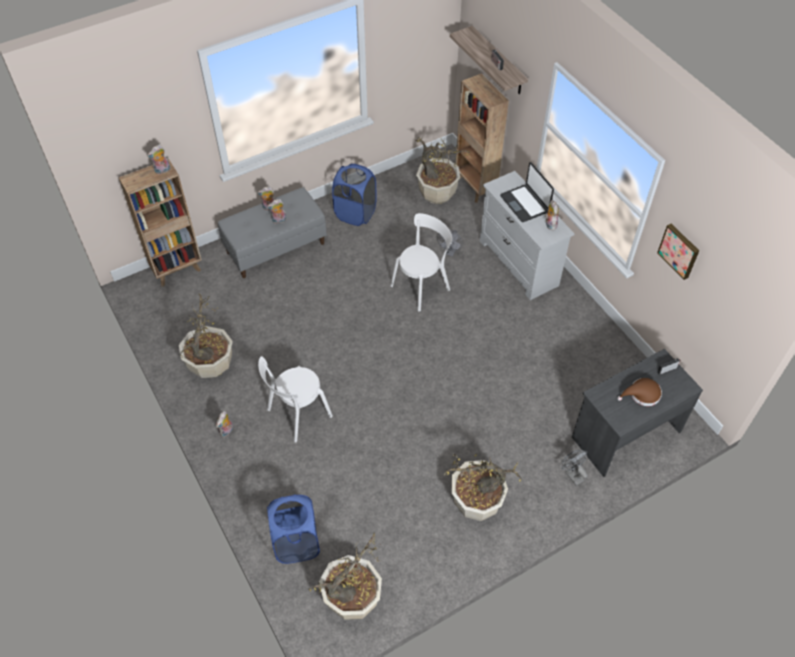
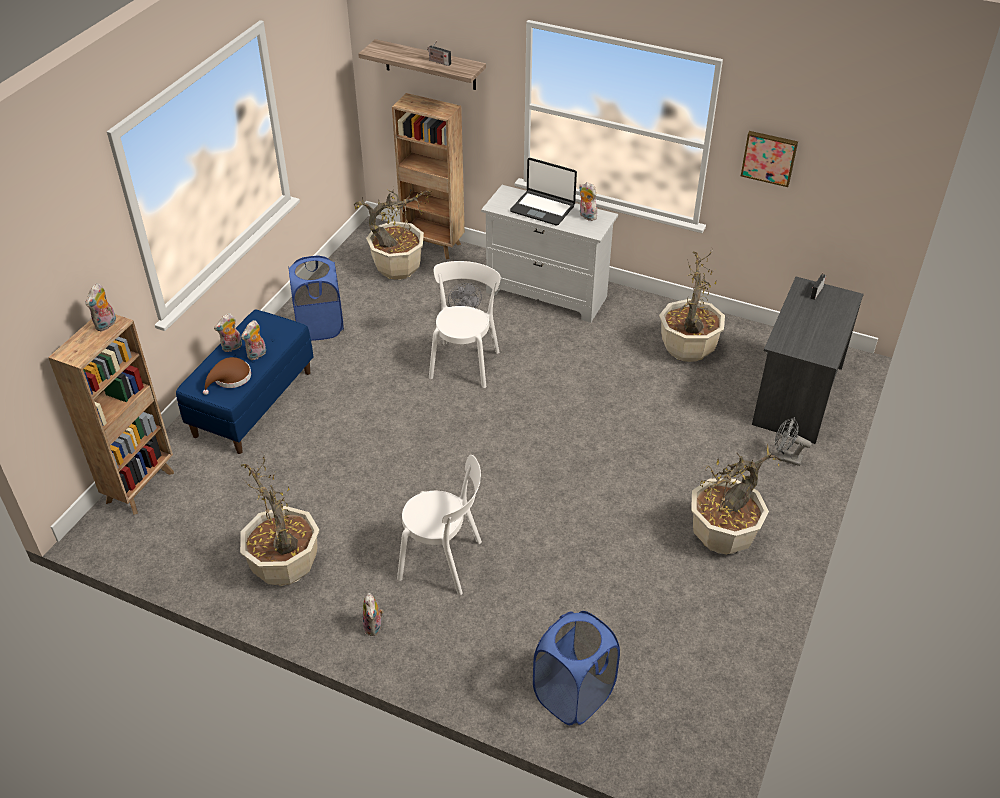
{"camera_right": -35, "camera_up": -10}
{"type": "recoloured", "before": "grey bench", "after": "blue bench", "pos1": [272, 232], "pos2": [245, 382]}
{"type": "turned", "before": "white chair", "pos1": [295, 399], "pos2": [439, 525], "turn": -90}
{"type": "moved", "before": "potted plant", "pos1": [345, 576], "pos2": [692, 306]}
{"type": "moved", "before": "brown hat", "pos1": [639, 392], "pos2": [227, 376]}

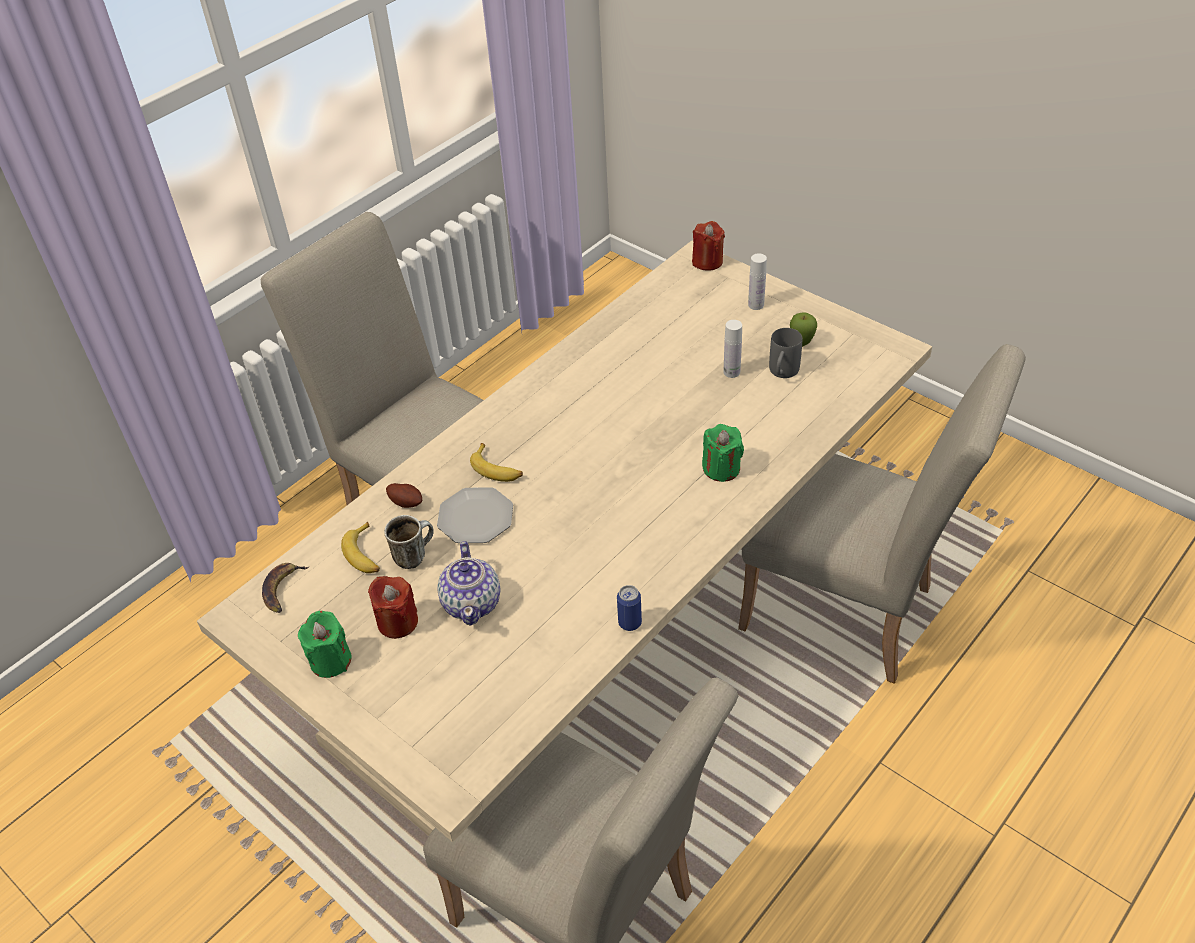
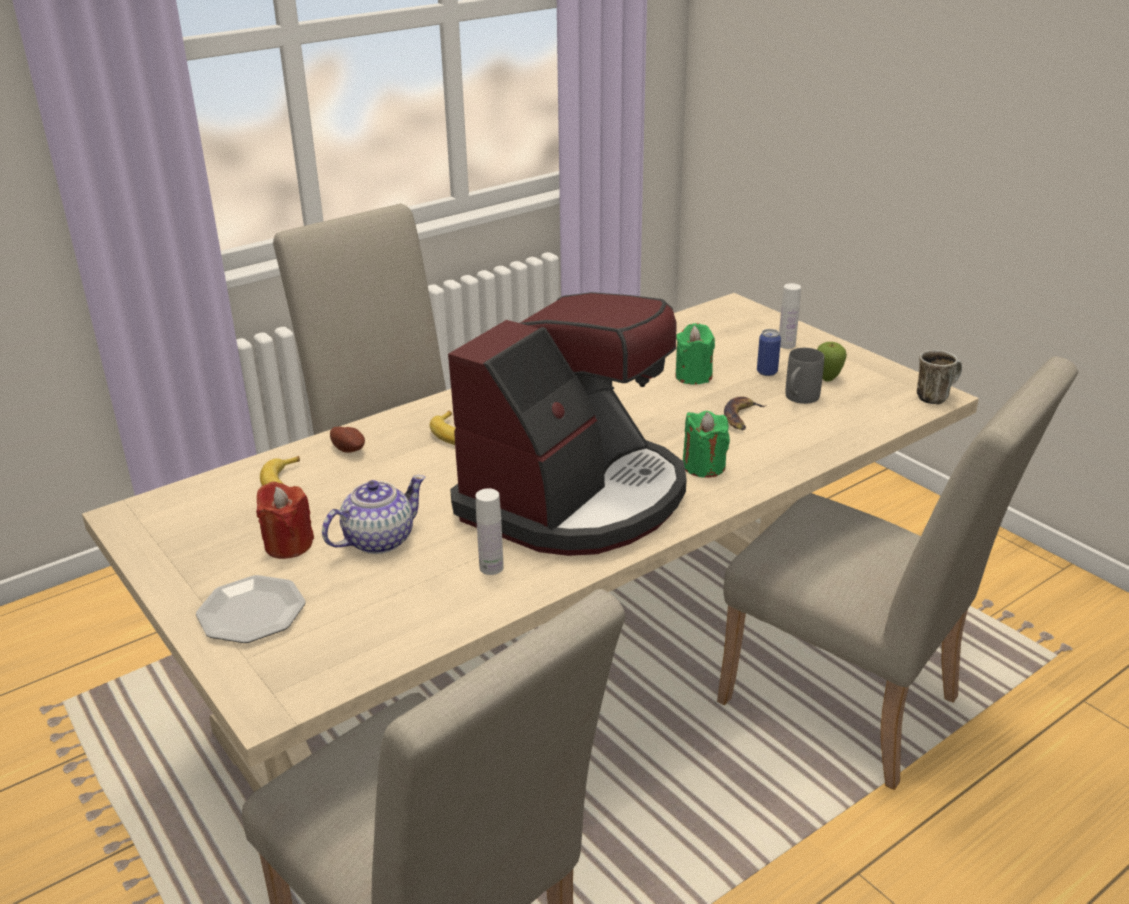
{"camera_right": 10, "camera_up": -15}
{"type": "moved", "before": "banana", "pos1": [285, 588], "pos2": [745, 413]}
{"type": "moved", "before": "green candle", "pos1": [325, 644], "pos2": [695, 354]}
{"type": "moved", "before": "mug", "pos1": [409, 542], "pos2": [939, 377]}
{"type": "moved", "before": "plate", "pos1": [475, 515], "pos2": [250, 609]}
{"type": "turned", "before": "teapot", "pos1": [468, 583], "pos2": [374, 514], "turn": -135}
{"type": "moved", "before": "can", "pos1": [629, 608], "pos2": [769, 352]}
{"type": "removed", "before": "red candle", "pos1": [708, 246]}
{"type": "moved", "before": "white bottle", "pos1": [732, 349], "pos2": [490, 531]}
{"type": "added", "after": "coffee machine", "pos2": [567, 424]}

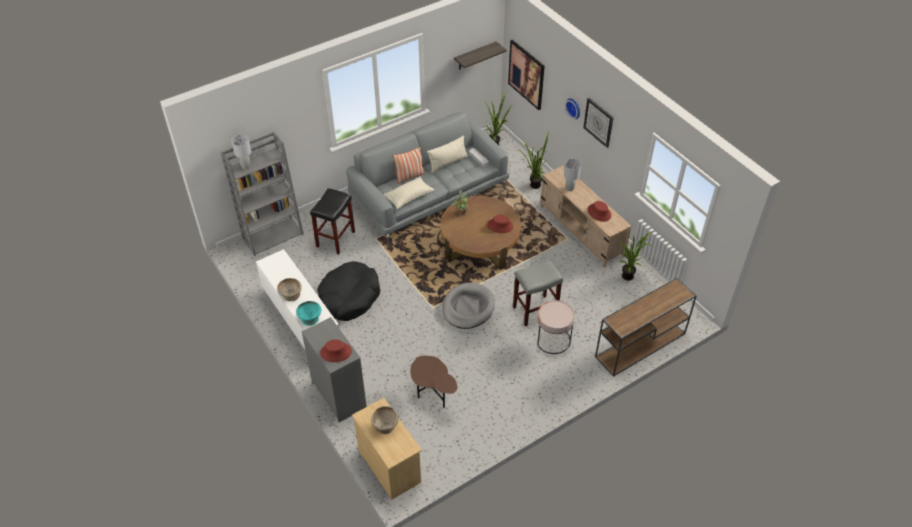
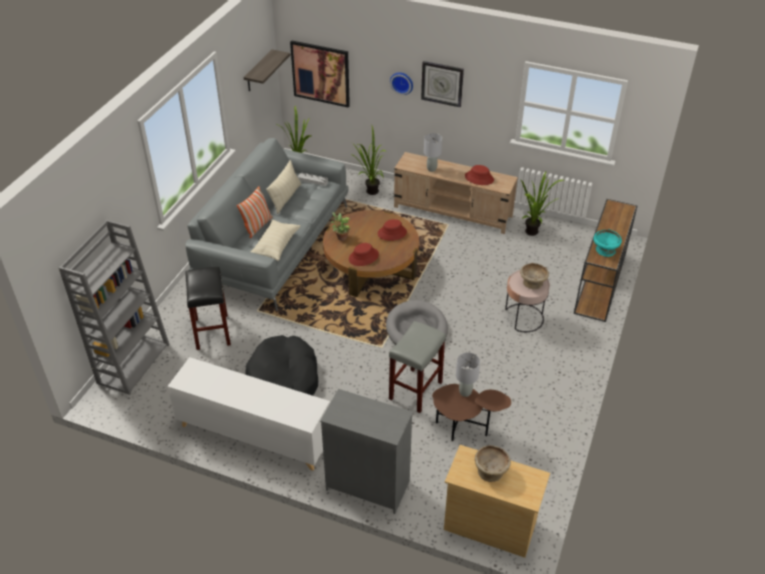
{"camera_right": -35, "camera_up": -5}
{"type": "moved", "before": "grey table lamp", "pos1": [241, 152], "pos2": [468, 374]}
{"type": "moved", "before": "beige bowl", "pos1": [289, 289], "pos2": [534, 276]}
{"type": "moved", "before": "turquoise bowl", "pos1": [308, 313], "pos2": [607, 243]}
{"type": "moved", "before": "red hat", "pos1": [336, 350], "pos2": [364, 254]}
{"type": "moved", "before": "grey stool", "pos1": [538, 293], "pos2": [417, 367]}

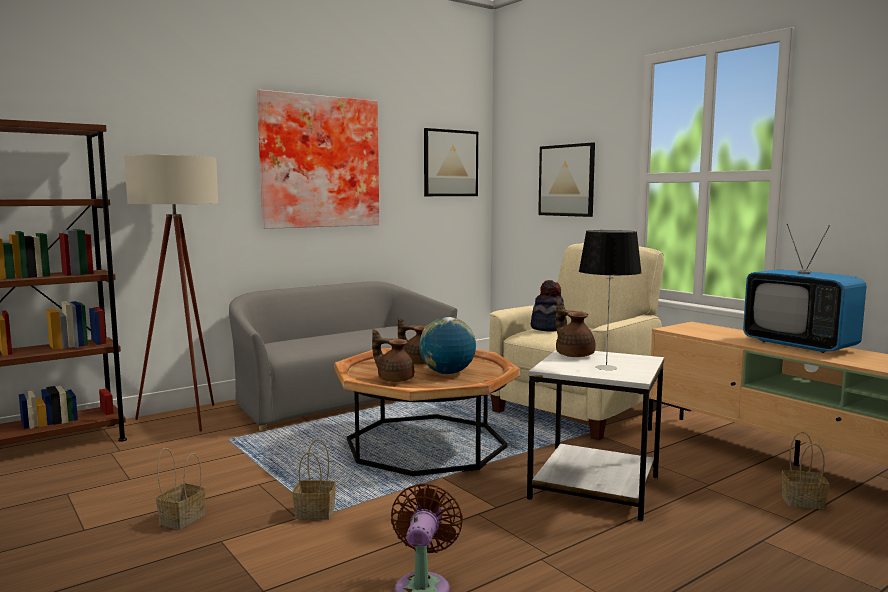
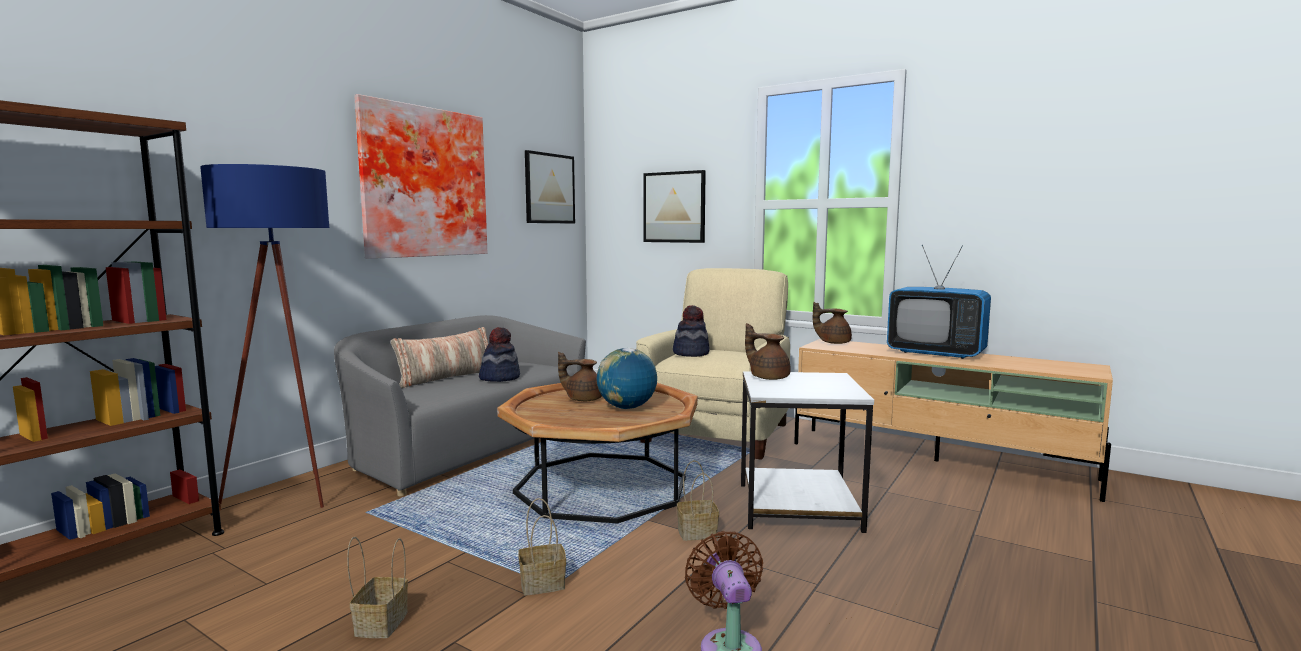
{"camera_right": -20, "camera_up": 0}
{"type": "recoloured", "before": "beige floor lamp", "after": "blue floor lamp", "pos1": [171, 293], "pos2": [264, 336]}
{"type": "moved", "before": "brown teapot", "pos1": [393, 355], "pos2": [832, 323]}
{"type": "removed", "before": "table lamp", "pos1": [610, 300]}
{"type": "moved", "before": "basket", "pos1": [805, 470], "pos2": [698, 500]}
{"type": "added", "after": "pillow", "pos2": [439, 357]}
{"type": "added", "after": "hat", "pos2": [499, 354]}

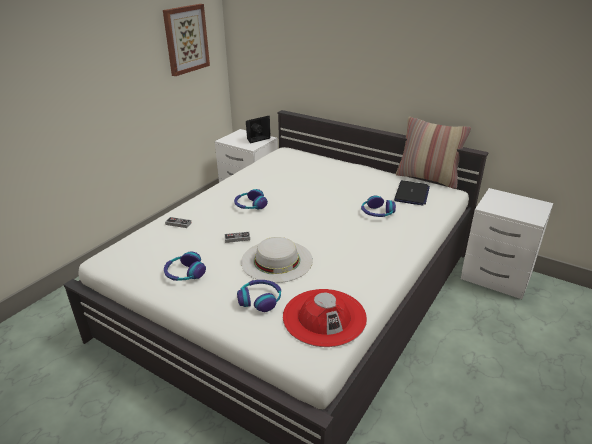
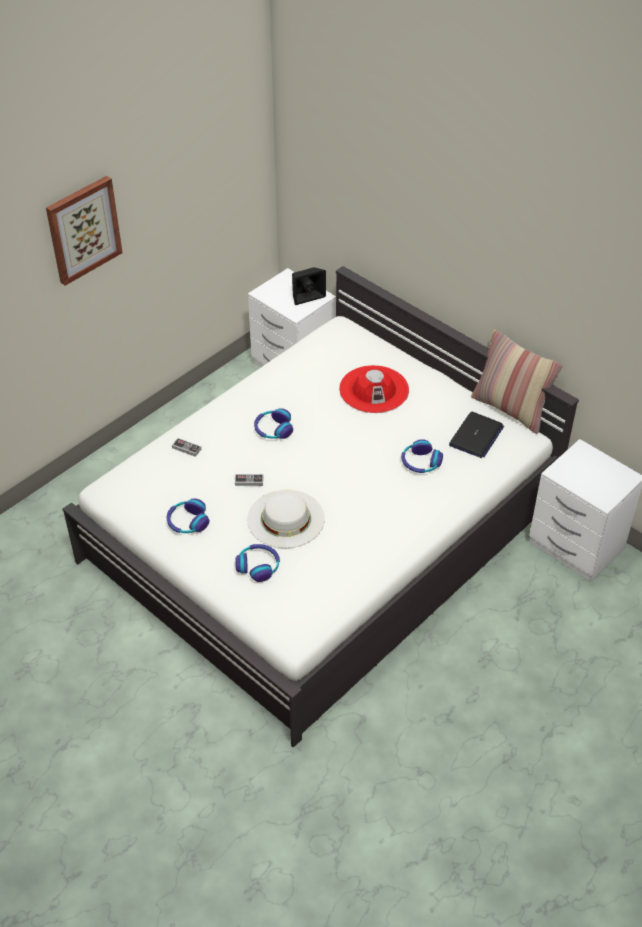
{"camera_right": 10, "camera_up": 15}
{"type": "moved", "before": "picture", "pos1": [186, 40], "pos2": [84, 231]}
{"type": "moved", "before": "red hat", "pos1": [325, 318], "pos2": [374, 389]}

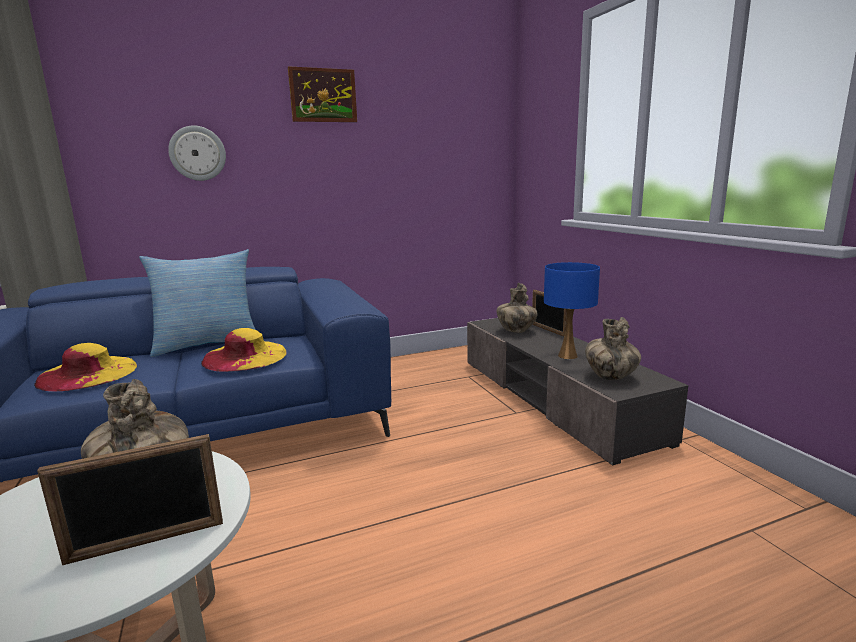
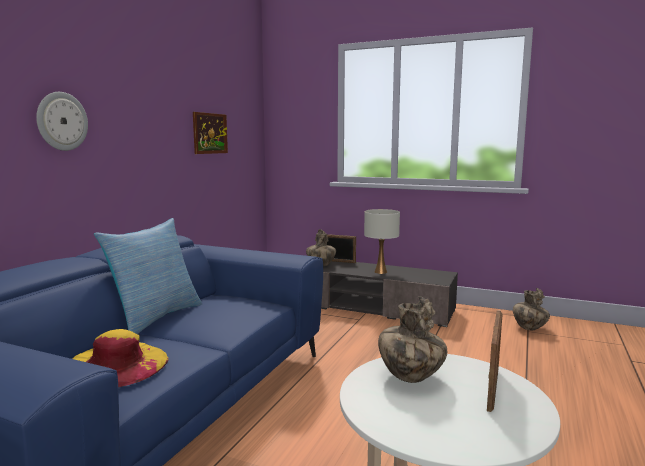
{"camera_right": -45, "camera_up": -5}
{"type": "removed", "before": "yellow hat", "pos1": [244, 350]}
{"type": "moved", "before": "picture", "pos1": [322, 94], "pos2": [210, 133]}
{"type": "recoloured", "before": "blue table lamp", "after": "white table lamp", "pos1": [572, 310], "pos2": [382, 241]}
{"type": "moved", "before": "vase", "pos1": [613, 348], "pos2": [531, 309]}

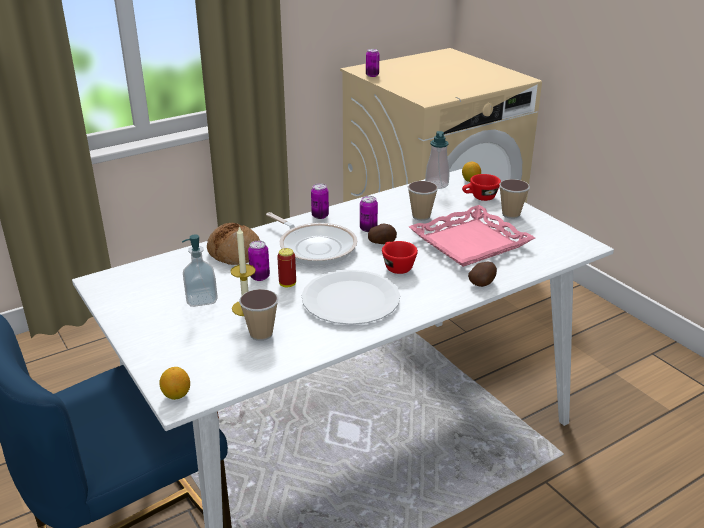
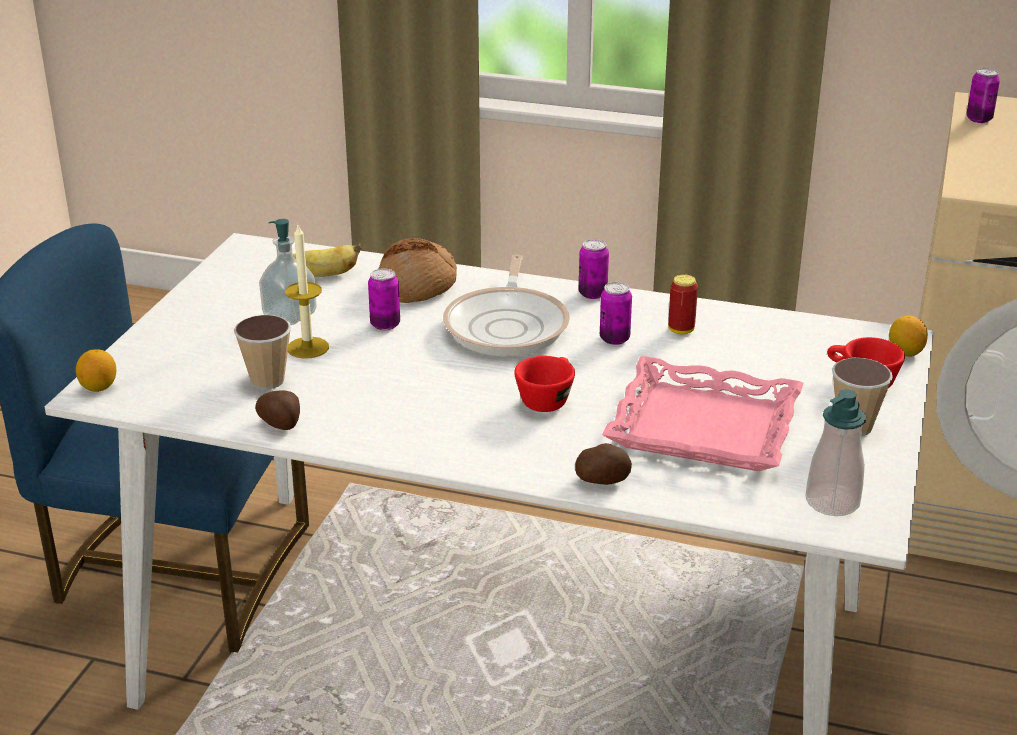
{"camera_right": 50, "camera_up": 0}
{"type": "moved", "before": "can", "pos1": [286, 267], "pos2": [683, 304]}
{"type": "removed", "before": "white plate", "pos1": [351, 297]}
{"type": "moved", "before": "potato", "pos1": [382, 234], "pos2": [277, 410]}
{"type": "removed", "before": "cup", "pos1": [423, 201]}
{"type": "moved", "before": "soap dispenser", "pos1": [437, 160], "pos2": [835, 452]}
{"type": "added", "after": "banana", "pos2": [327, 260]}

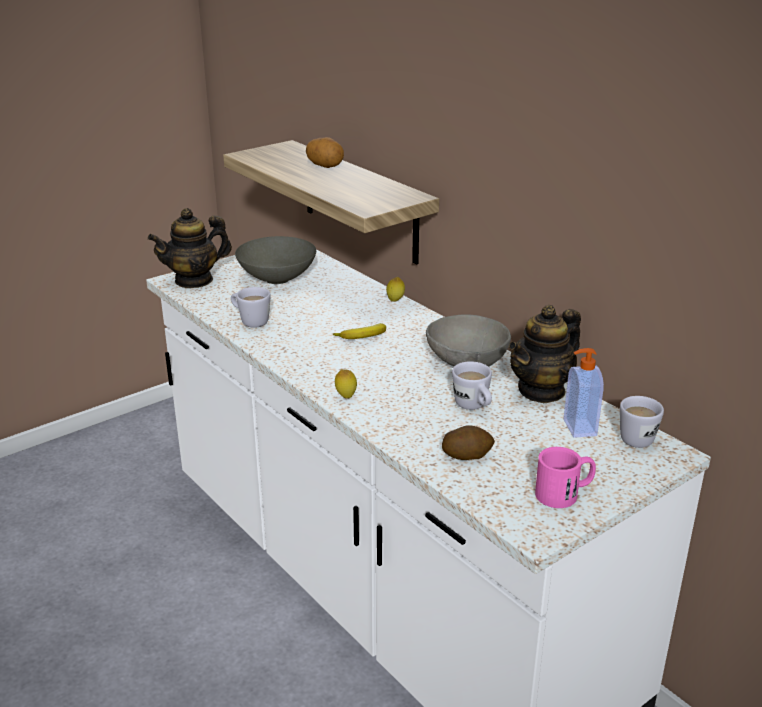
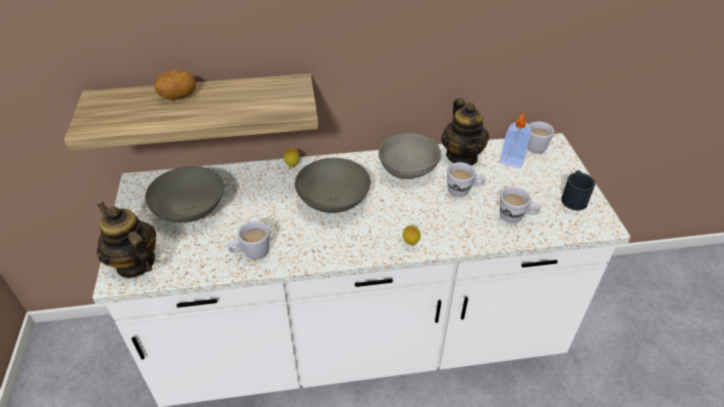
{"camera_right": -60, "camera_up": 15}
{"type": "turned", "before": "teapot", "pos1": [190, 248], "pos2": [126, 240], "turn": 135}
{"type": "replaced", "before": "banana", "after": "grey bowl", "pos1": [359, 331], "pos2": [333, 185]}
{"type": "replaced", "before": "potato", "after": "white mug", "pos1": [468, 442], "pos2": [520, 205]}
{"type": "recoloured", "before": "pink mug", "after": "black mug", "pos1": [565, 477], "pos2": [578, 190]}

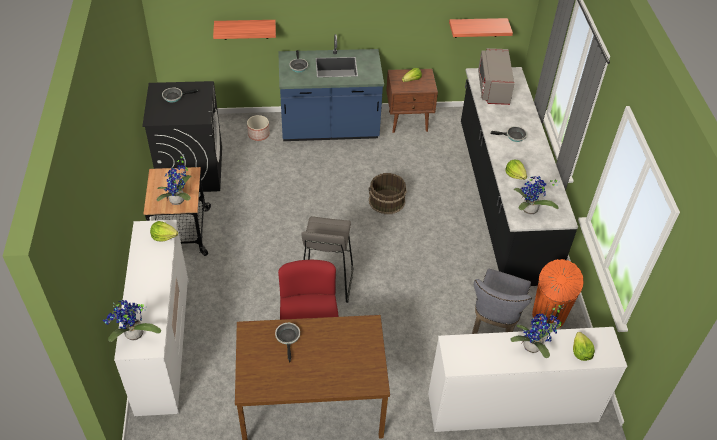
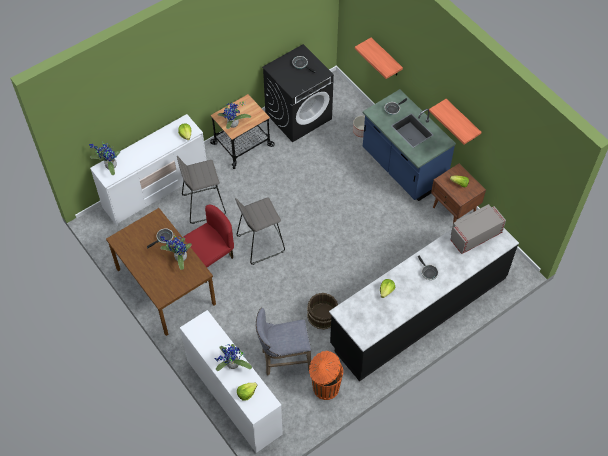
{"camera_right": 60, "camera_up": 10}
{"type": "moved", "before": "brown bucket", "pos1": [388, 193], "pos2": [322, 311]}
{"type": "moved", "before": "shelf", "pos1": [481, 28], "pos2": [455, 122]}
{"type": "moved", "before": "potted plant", "pos1": [537, 195], "pos2": [176, 252]}
{"type": "added", "after": "grey stool", "pos2": [201, 190]}

